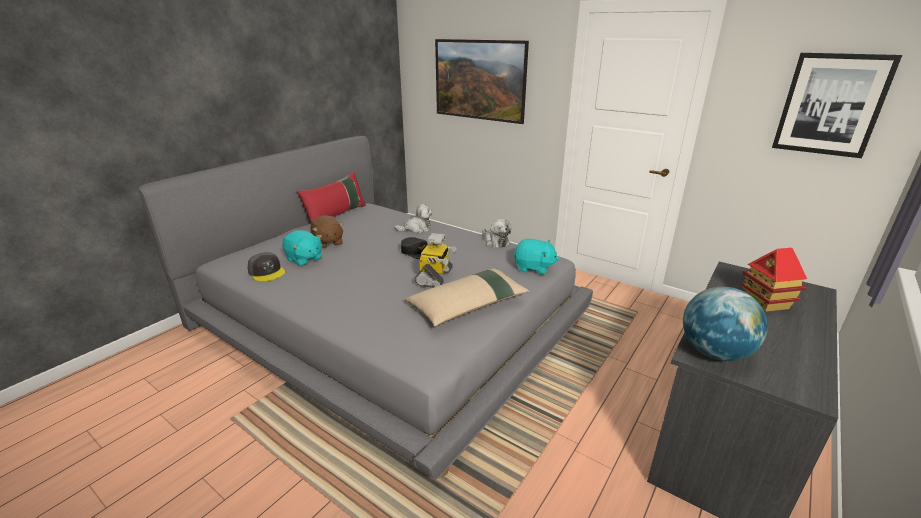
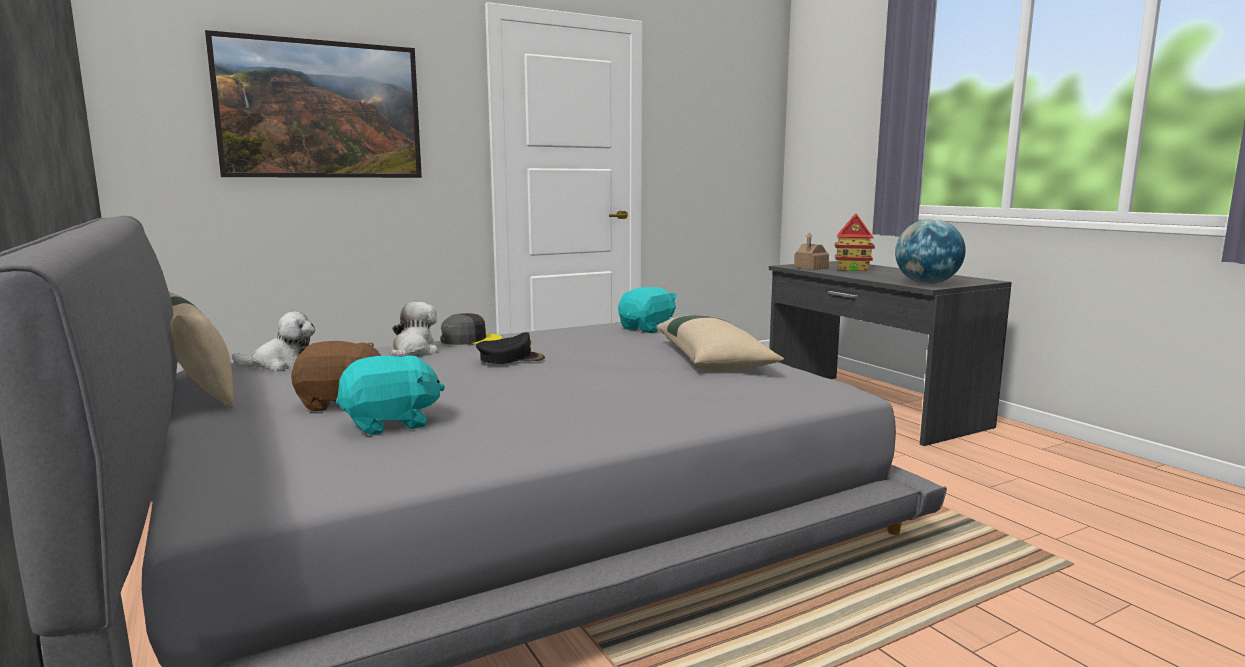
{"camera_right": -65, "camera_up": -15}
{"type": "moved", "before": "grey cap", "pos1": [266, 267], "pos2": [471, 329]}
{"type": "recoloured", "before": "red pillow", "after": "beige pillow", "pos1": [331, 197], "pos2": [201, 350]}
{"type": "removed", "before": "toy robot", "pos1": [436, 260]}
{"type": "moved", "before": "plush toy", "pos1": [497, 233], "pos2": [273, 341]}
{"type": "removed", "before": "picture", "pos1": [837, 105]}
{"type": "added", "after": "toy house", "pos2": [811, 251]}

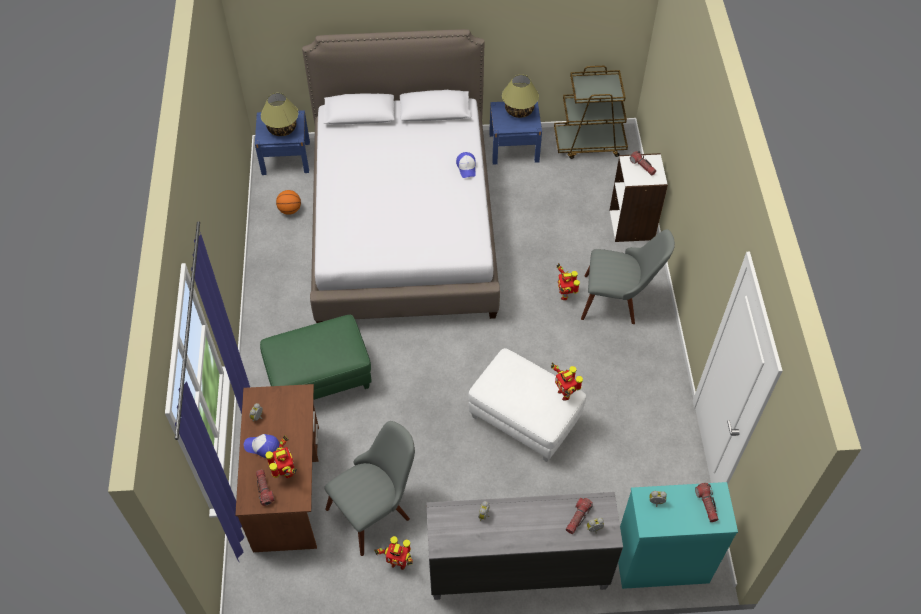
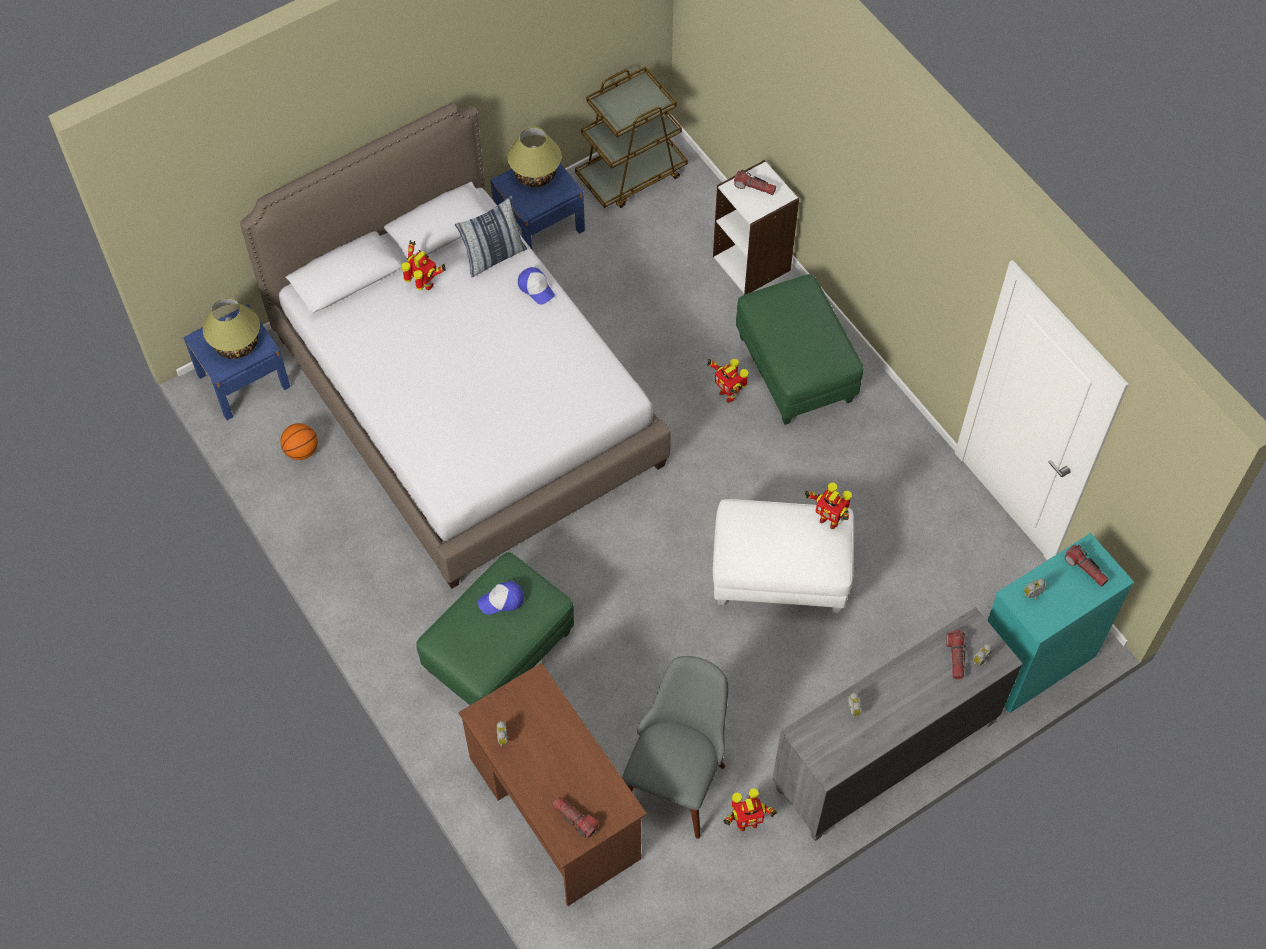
{"camera_right": -30, "camera_up": 5}
{"type": "moved", "before": "cap", "pos1": [262, 446], "pos2": [501, 597]}
{"type": "moved", "before": "toy robot", "pos1": [281, 456], "pos2": [423, 265]}
{"type": "replaced", "before": "grey chair", "after": "green ottoman", "pos1": [628, 276], "pos2": [799, 349]}
{"type": "added", "after": "pillow", "pos2": [491, 236]}

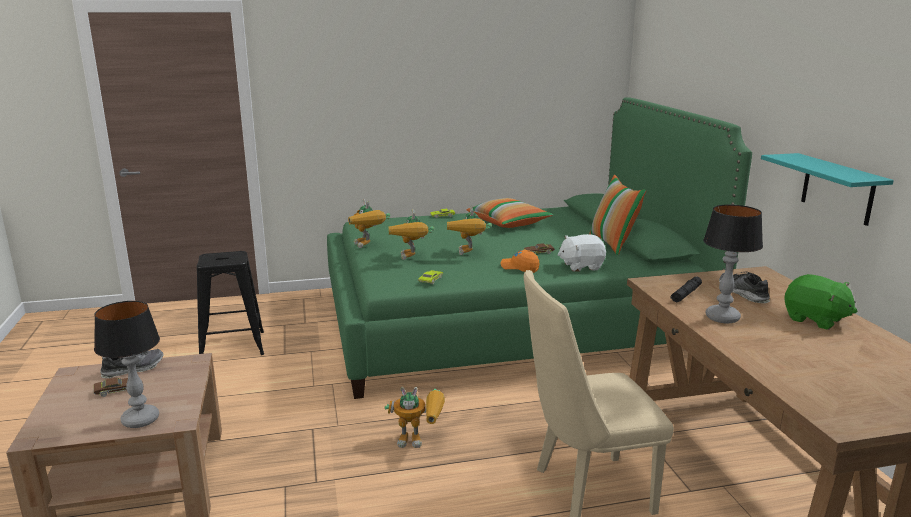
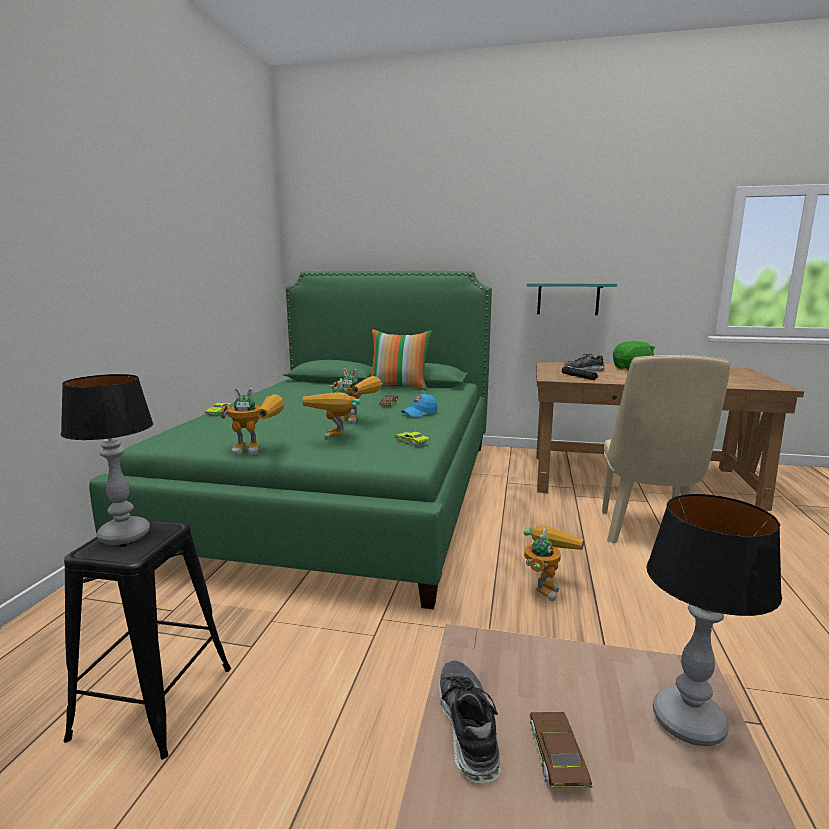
{"camera_right": -65, "camera_up": -5}
{"type": "turned", "before": "toy robot", "pos1": [411, 234], "pos2": [331, 409], "turn": 75}
{"type": "removed", "before": "pillow", "pos1": [510, 213]}
{"type": "recoloured", "before": "orange cap", "after": "blue cap", "pos1": [520, 261], "pos2": [419, 405]}
{"type": "removed", "before": "white plush toy", "pos1": [582, 253]}
{"type": "moved", "before": "table lamp", "pos1": [733, 263], "pos2": [107, 459]}

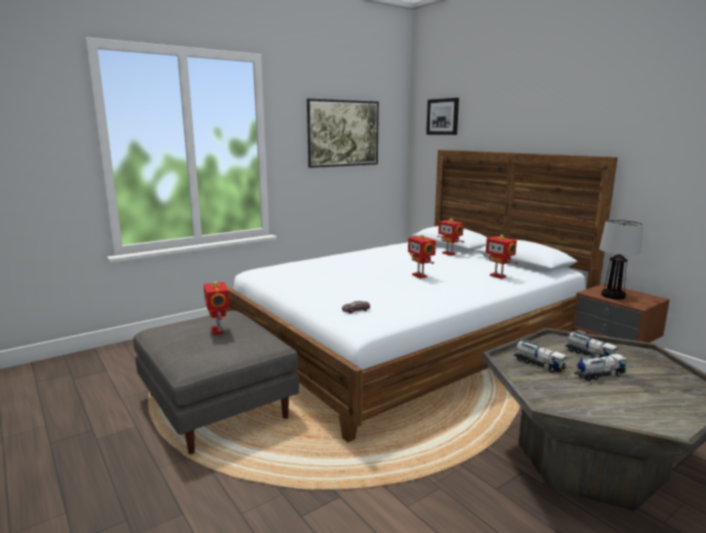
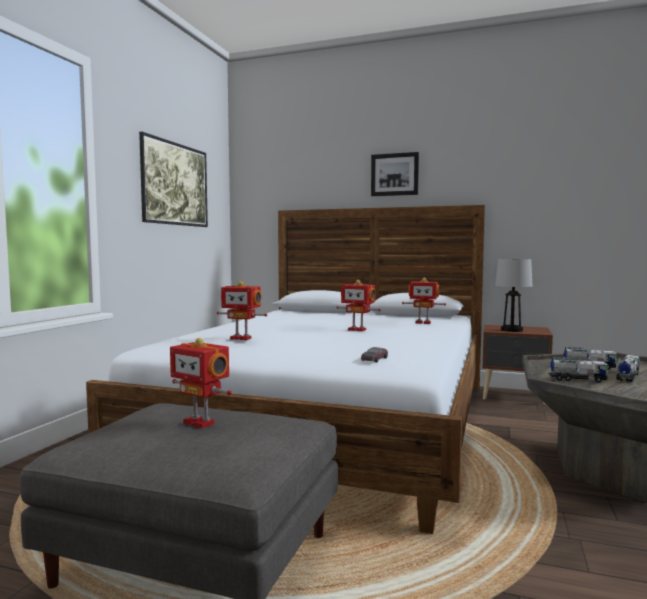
{"camera_right": -35, "camera_up": -10}
{"type": "moved", "before": "picture", "pos1": [442, 116], "pos2": [395, 174]}
{"type": "moved", "before": "toy robot", "pos1": [450, 237], "pos2": [242, 310]}

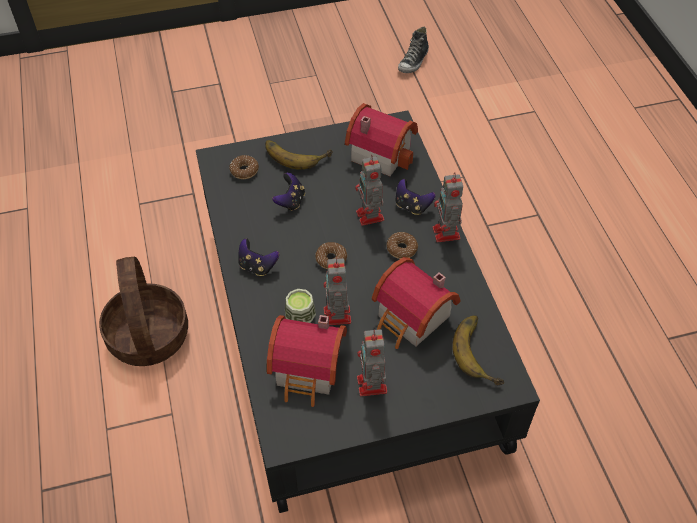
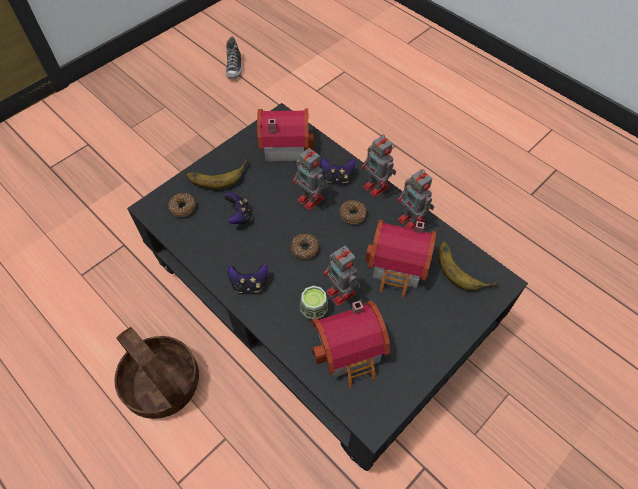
{"camera_right": -30, "camera_up": 5}
{"type": "moved", "before": "toy robot", "pos1": [372, 362], "pos2": [415, 199]}

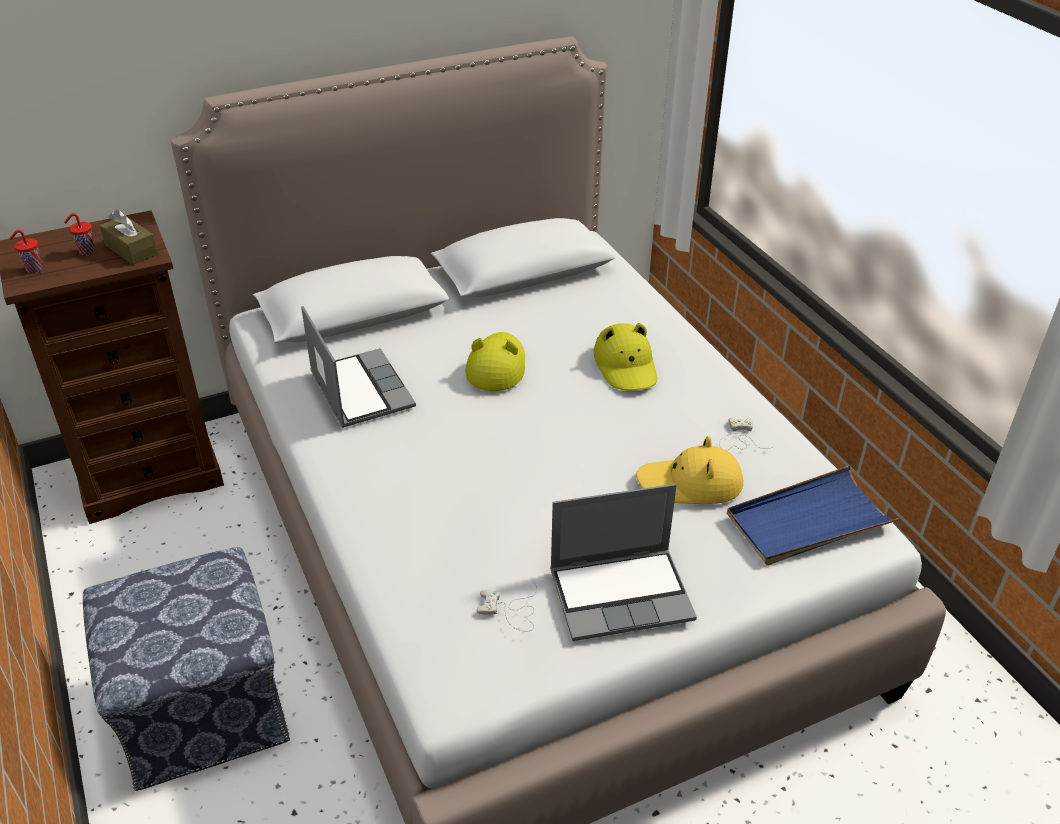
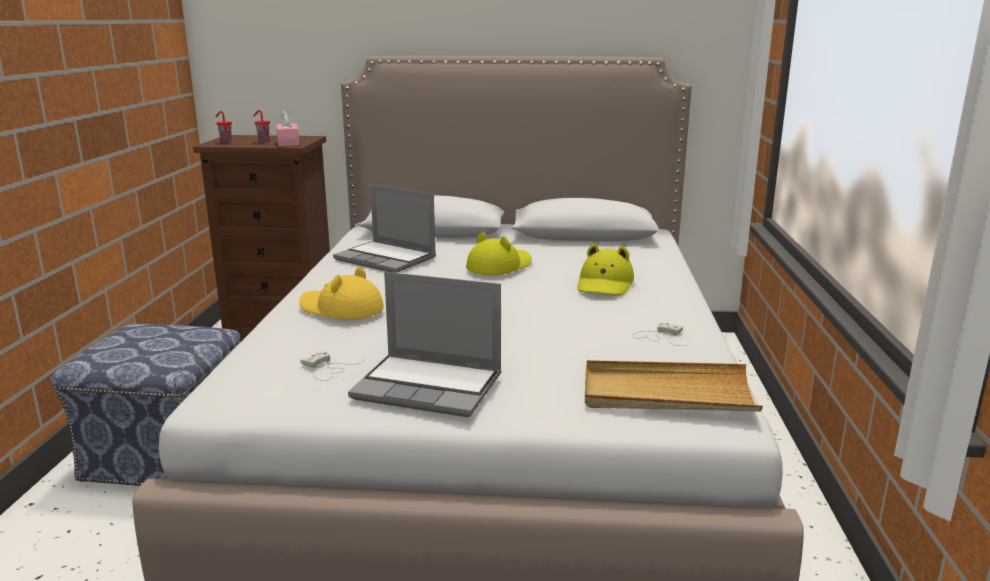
{"camera_right": 30, "camera_up": -20}
{"type": "recoloured", "before": "brown tissue box", "after": "pink tissue box", "pos1": [129, 237], "pos2": [288, 128]}
{"type": "turned", "before": "laptop", "pos1": [358, 367], "pos2": [384, 228], "turn": 120}
{"type": "moved", "before": "yellow hat", "pos1": [689, 470], "pos2": [341, 293]}
{"type": "recoloured", "before": "blue tray", "after": "beige tray", "pos1": [813, 515], "pos2": [674, 386]}

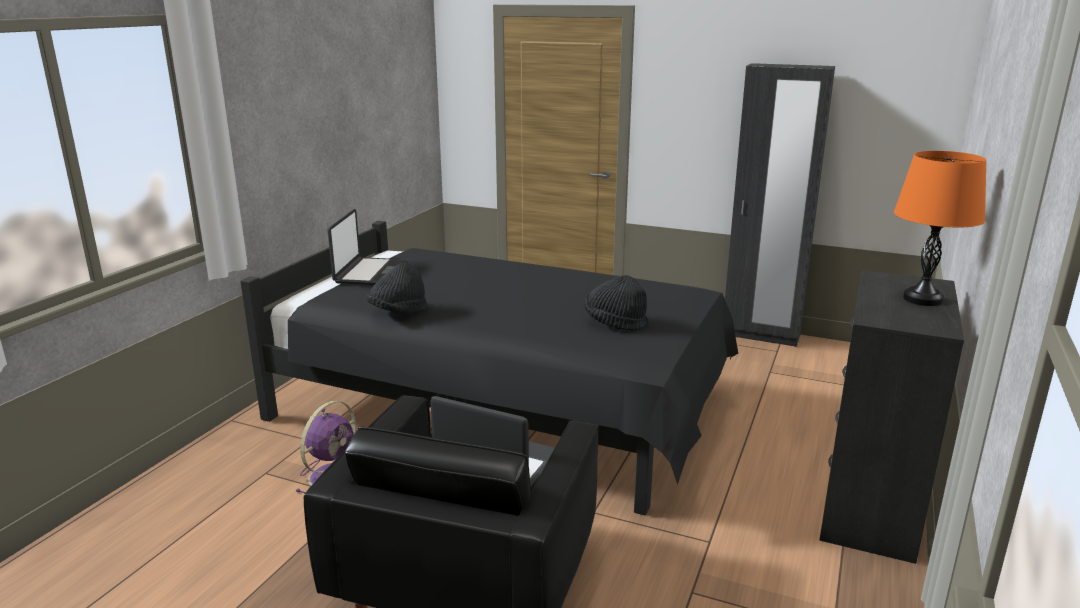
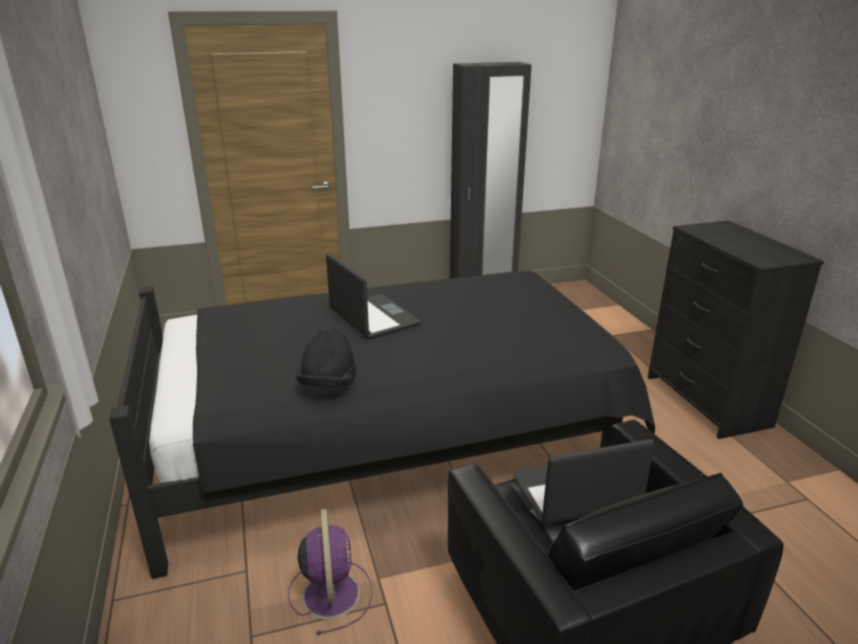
{"camera_right": -40, "camera_up": 5}
{"type": "moved", "before": "laptop", "pos1": [368, 247], "pos2": [373, 296]}
{"type": "removed", "before": "black hat", "pos1": [616, 303]}
{"type": "removed", "before": "orange table lamp", "pos1": [940, 228]}

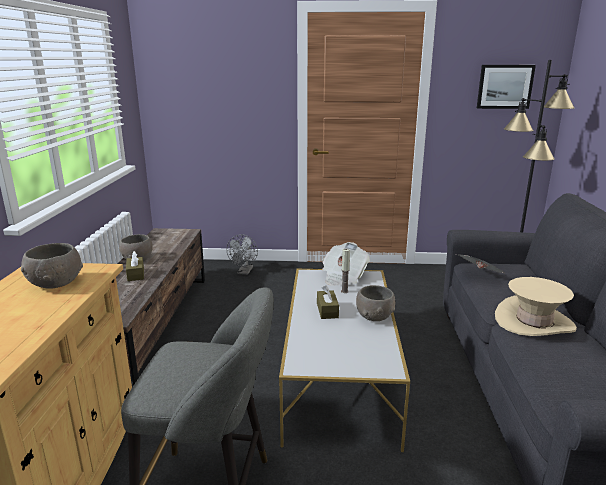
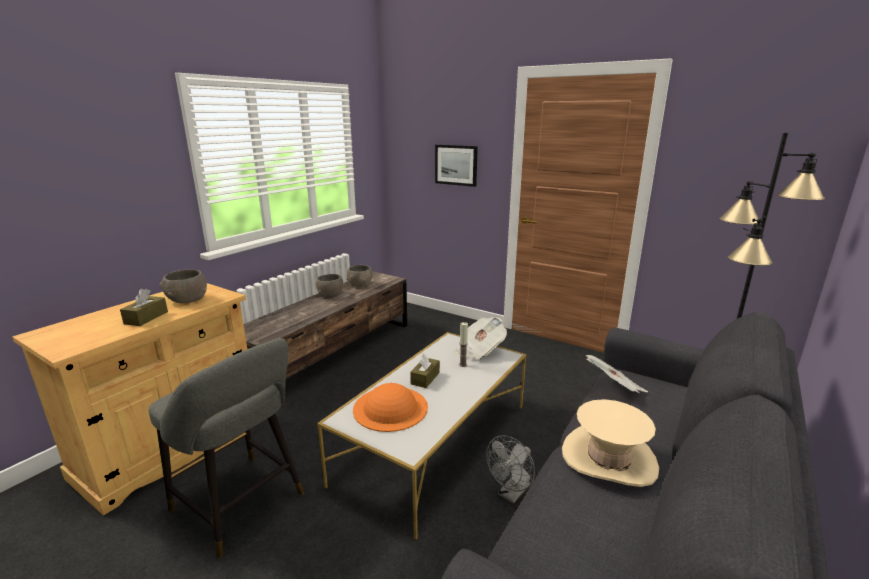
{"camera_right": 30, "camera_up": 0}
{"type": "moved", "before": "brown tissue box", "pos1": [135, 266], "pos2": [144, 307]}
{"type": "moved", "before": "grey fan", "pos1": [242, 254], "pos2": [510, 469]}
{"type": "moved", "before": "grey bowl", "pos1": [375, 303], "pos2": [359, 276]}
{"type": "moved", "before": "picture", "pos1": [506, 87], "pos2": [456, 166]}
{"type": "added", "after": "orange hat", "pos2": [390, 407]}

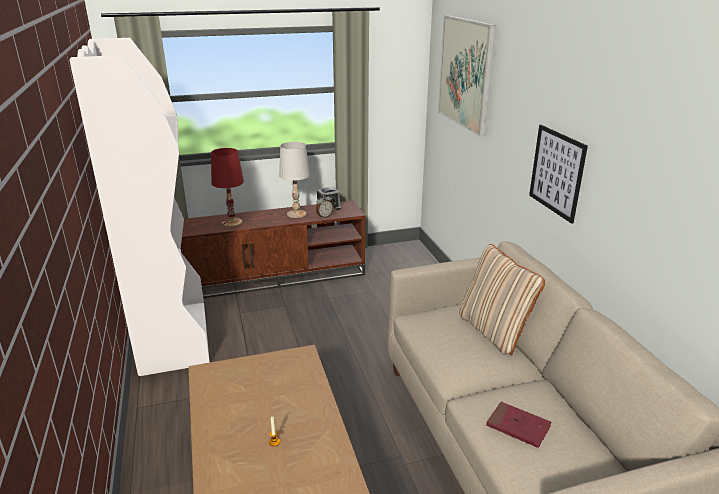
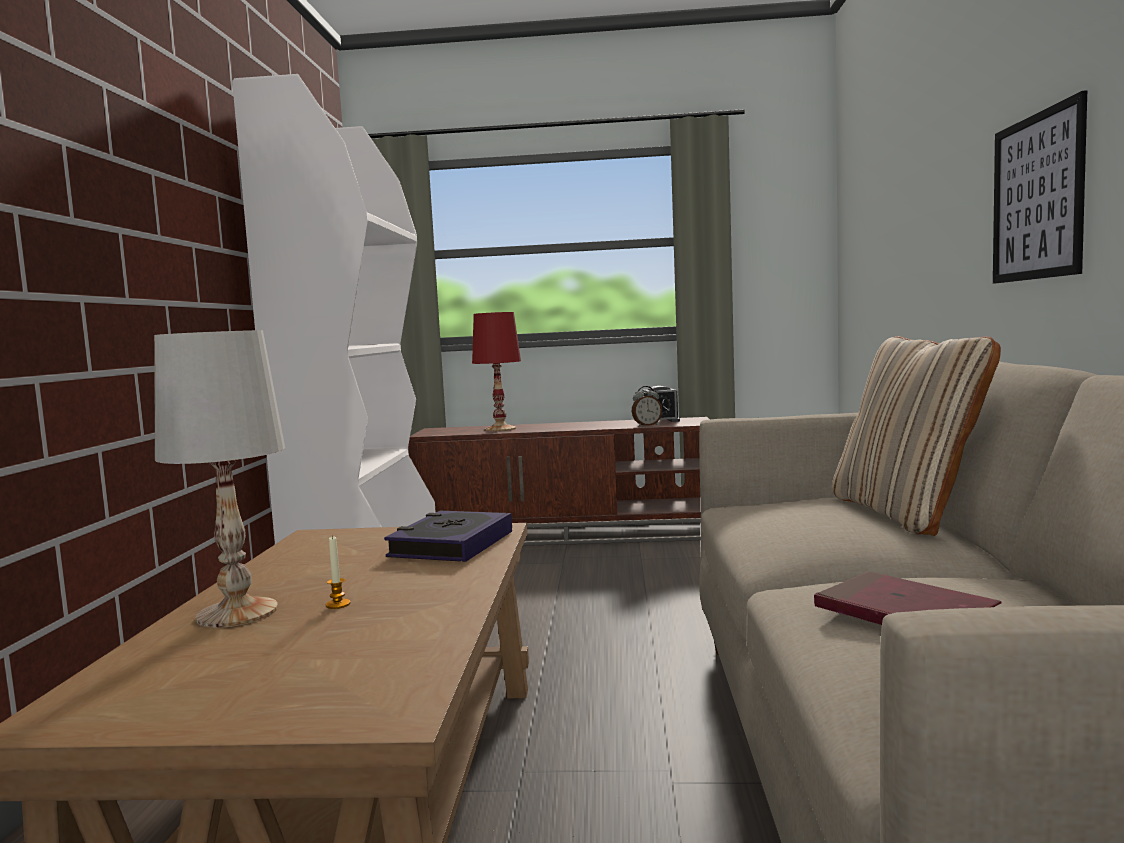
{"camera_right": 20, "camera_up": -20}
{"type": "moved", "before": "white table lamp", "pos1": [294, 180], "pos2": [219, 479]}
{"type": "removed", "before": "picture", "pos1": [466, 75]}
{"type": "added", "after": "book", "pos2": [448, 536]}

